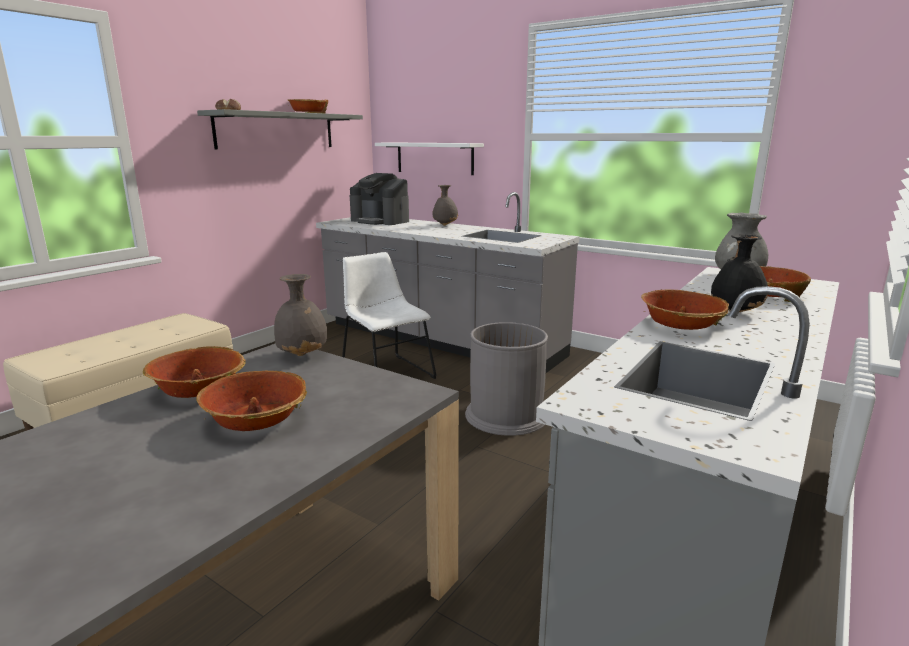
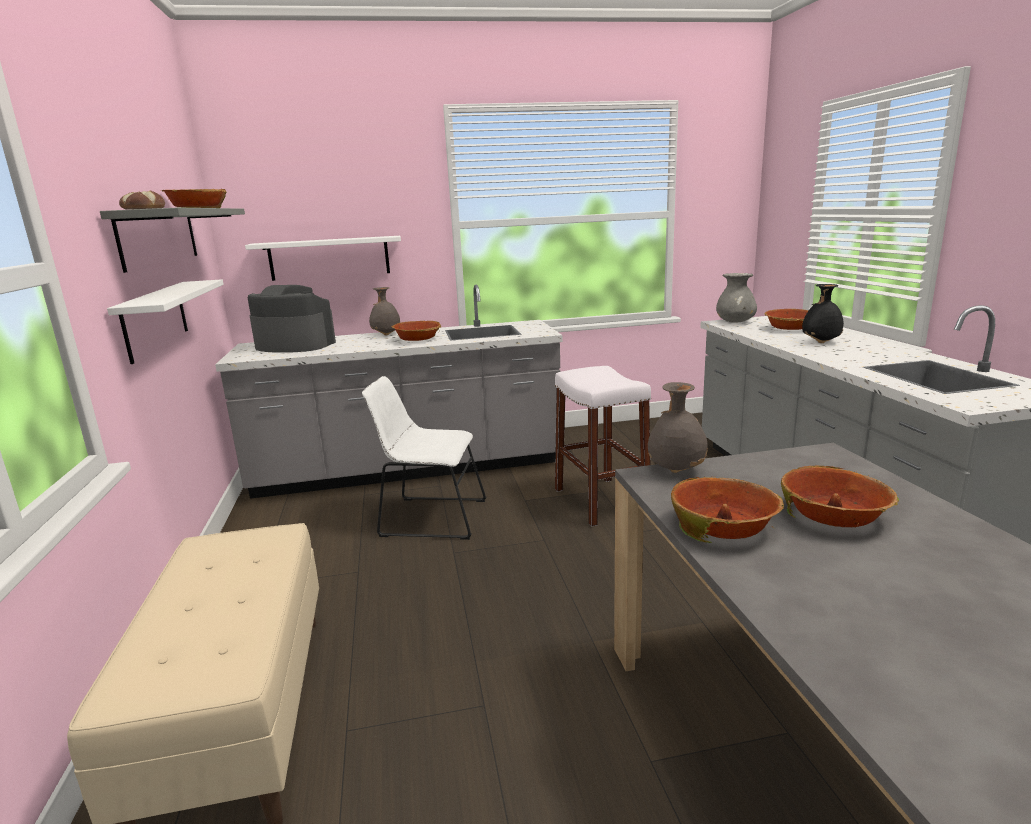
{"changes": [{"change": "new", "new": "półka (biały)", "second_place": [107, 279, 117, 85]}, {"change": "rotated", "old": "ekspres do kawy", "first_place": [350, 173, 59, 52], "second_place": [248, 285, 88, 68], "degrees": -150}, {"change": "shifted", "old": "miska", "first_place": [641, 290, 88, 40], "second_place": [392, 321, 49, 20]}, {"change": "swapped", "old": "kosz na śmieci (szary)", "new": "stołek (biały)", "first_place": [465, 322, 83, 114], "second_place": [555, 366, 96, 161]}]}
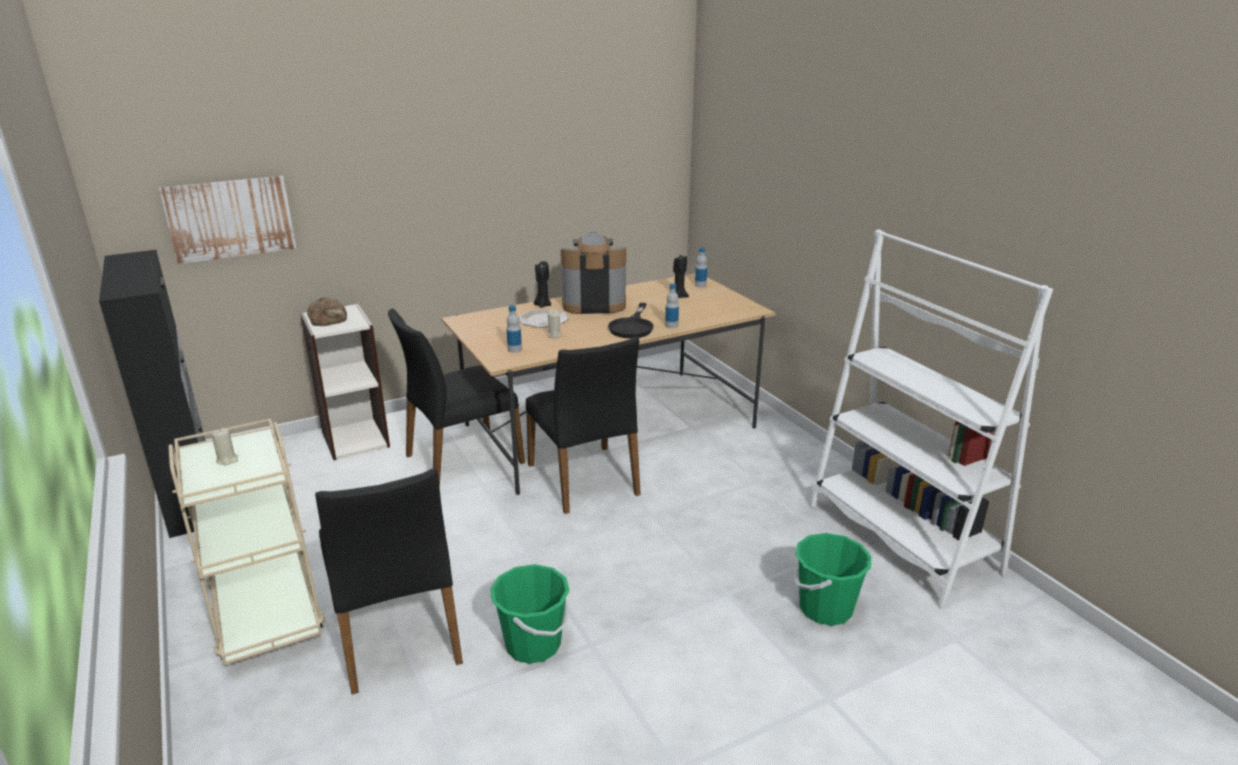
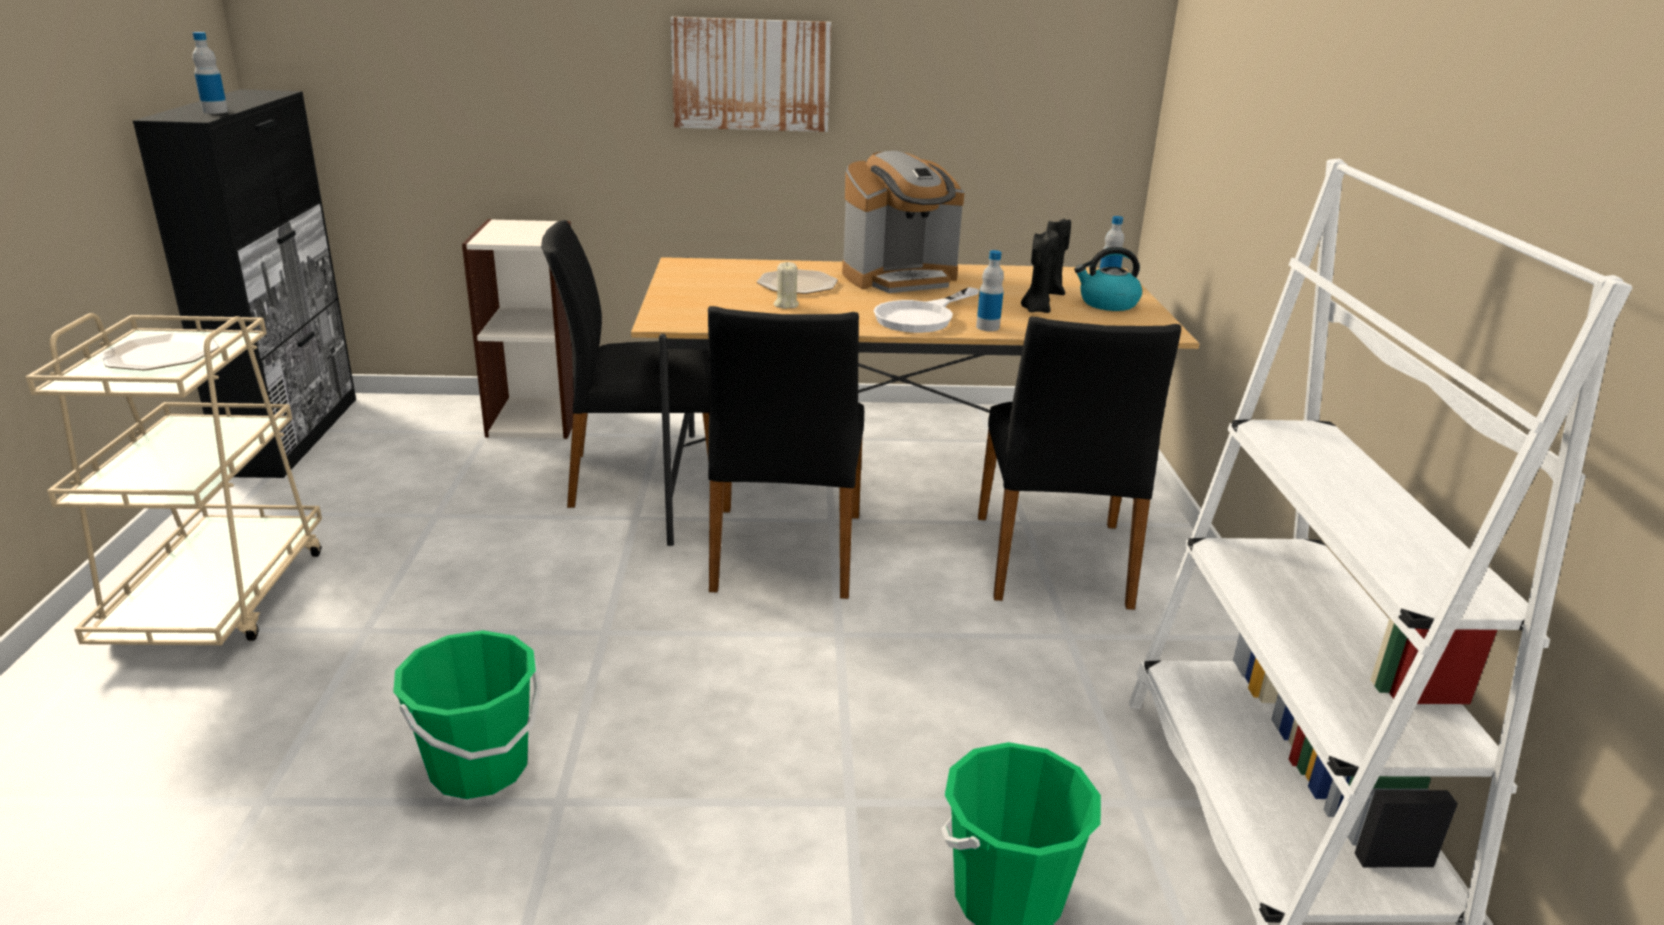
{"changes": [{"change": "swapped", "old": "świeca (beżowy)", "new": "talerz", "first_place": [211, 428, 27, 37], "second_place": [100, 333, 119, 37]}, {"change": "shifted", "old": "butelka", "first_place": [506, 305, 16, 48], "second_place": [192, 32, 36, 82]}, {"change": "shifted", "old": "obraz", "first_place": [159, 176, 137, 88], "second_place": [671, 17, 160, 115]}, {"change": "rotated", "old": "ekspres do kawy", "first_place": [560, 232, 66, 82], "second_place": [842, 151, 123, 142], "degrees": 135}, {"change": "repainted", "old": "patelnia (czarny)", "new": "patelnia (biały)", "first_place": [608, 303, 45, 35], "second_place": [873, 287, 106, 46]}, {"change": "shifted", "old": "krzesło (czarny)", "first_place": [315, 468, 148, 226], "second_place": [978, 317, 203, 293]}, {"change": "shifted", "old": "świeca (czarny)", "first_place": [534, 261, 17, 47], "second_place": [1021, 230, 38, 83]}, {"change": "new", "new": "czajnik", "second_place": [1074, 247, 68, 64]}, {"change": "gone", "old": "chleb", "first_place": [307, 297, 40, 29]}]}
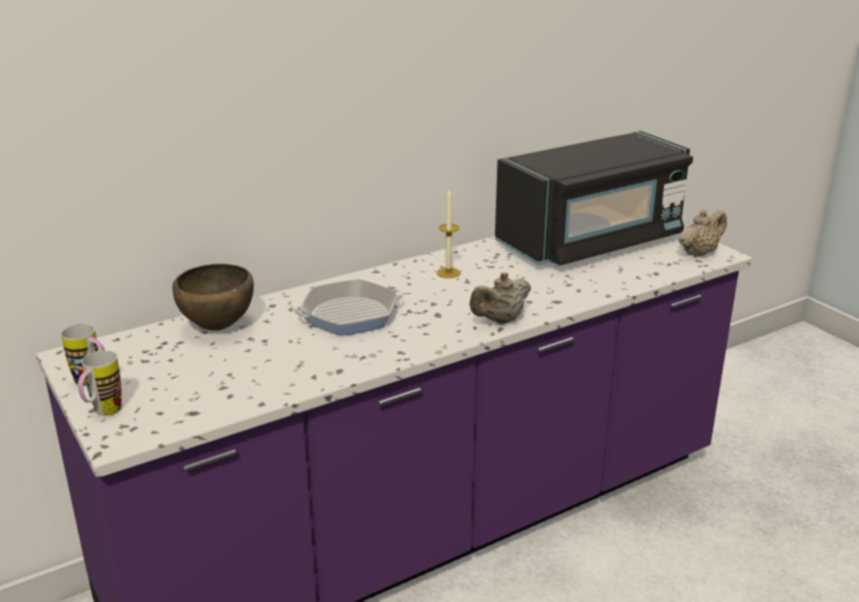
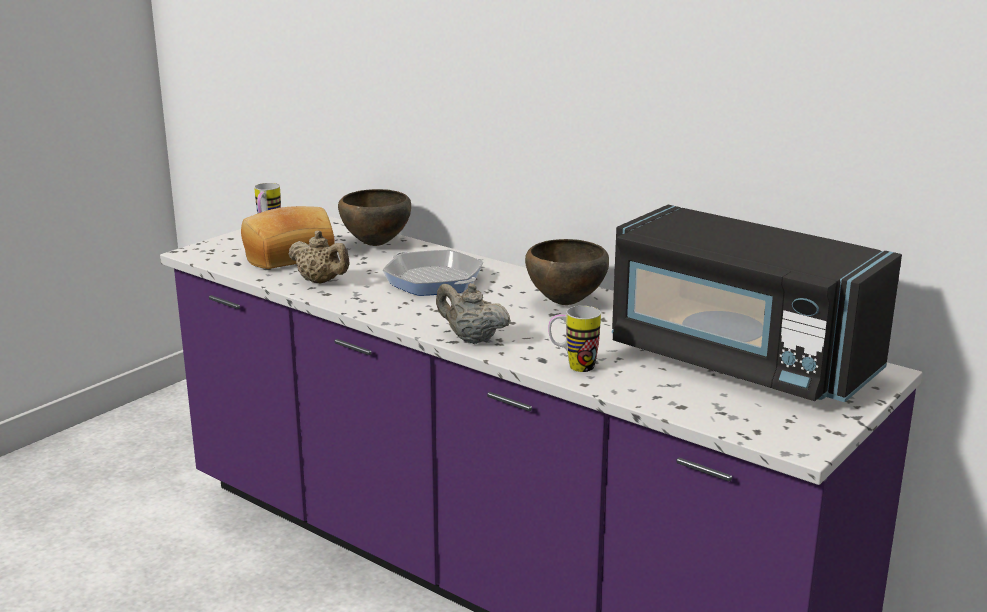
{"changes": [{"change": "new", "new": "chleb", "second_place": [241, 206, 94, 63]}, {"change": "shifted", "old": "imbryk (beżowy)", "first_place": [679, 210, 48, 47], "second_place": [289, 231, 61, 53]}, {"change": "swapped", "old": "świeca", "new": "miska (brązowy)", "first_place": [437, 188, 23, 90], "second_place": [525, 239, 84, 66]}, {"change": "shifted", "old": "kubek", "first_place": [78, 350, 44, 66], "second_place": [548, 306, 53, 66]}]}
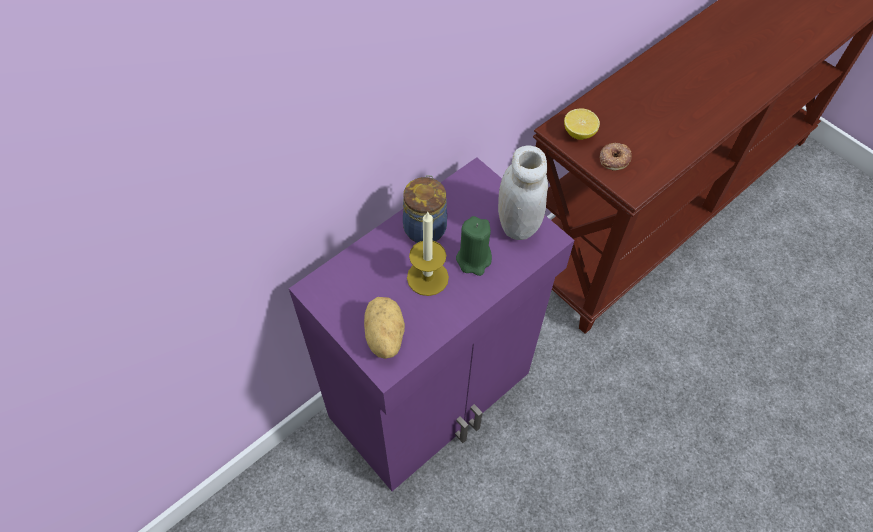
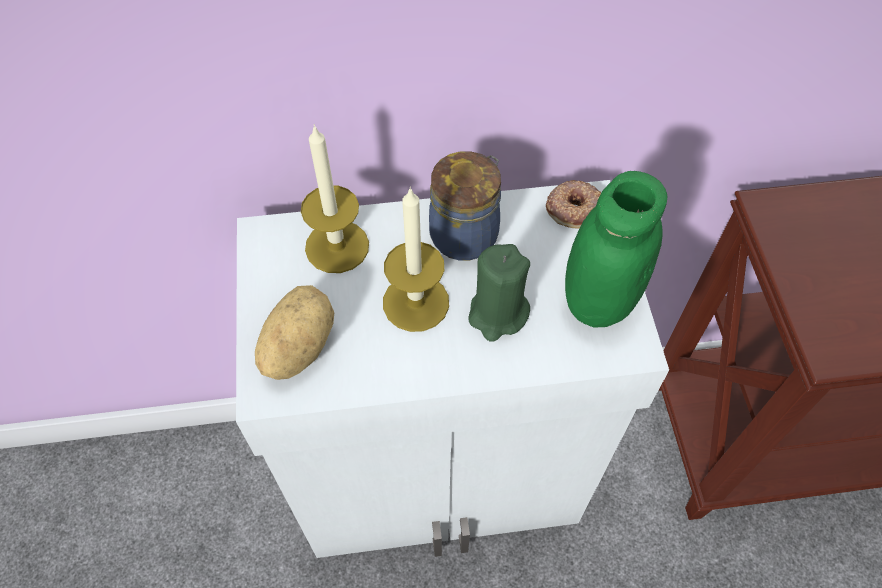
{"changes": [{"change": "repainted", "old": "szafka (fioletowy)", "new": "szafka (biały)", "first_place": [289, 157, 285, 334], "second_place": [236, 180, 433, 378]}, {"change": "new", "new": "świeca", "second_place": [301, 124, 68, 149]}, {"change": "shifted", "old": "donut", "first_place": [600, 143, 32, 28], "second_place": [546, 180, 55, 48]}, {"change": "repainted", "old": "słoik (biały)", "new": "słoik (zielony)", "first_place": [498, 145, 50, 95], "second_place": [565, 171, 102, 156]}, {"change": "gone", "old": "cytryna", "first_place": [564, 108, 36, 32]}]}
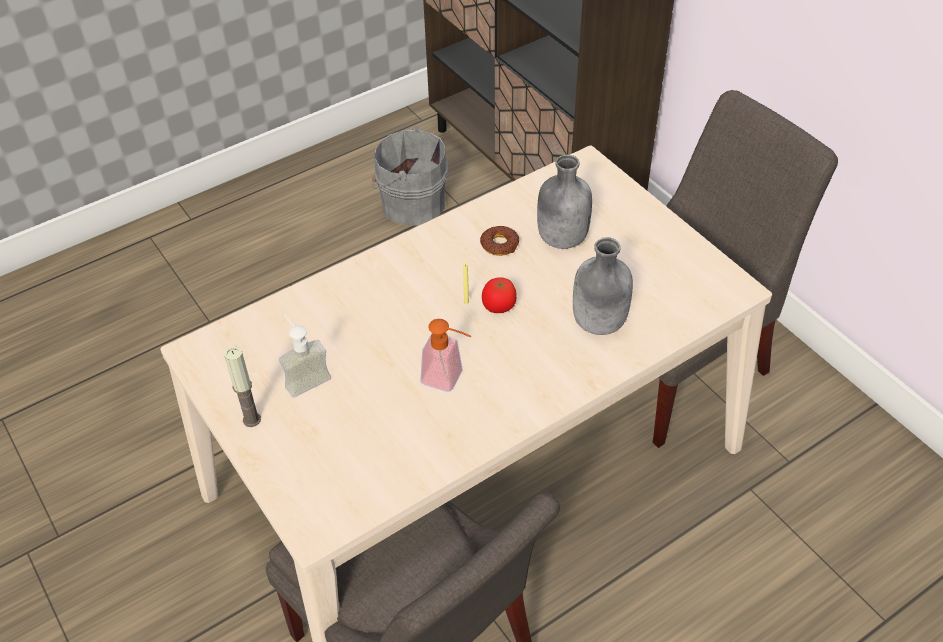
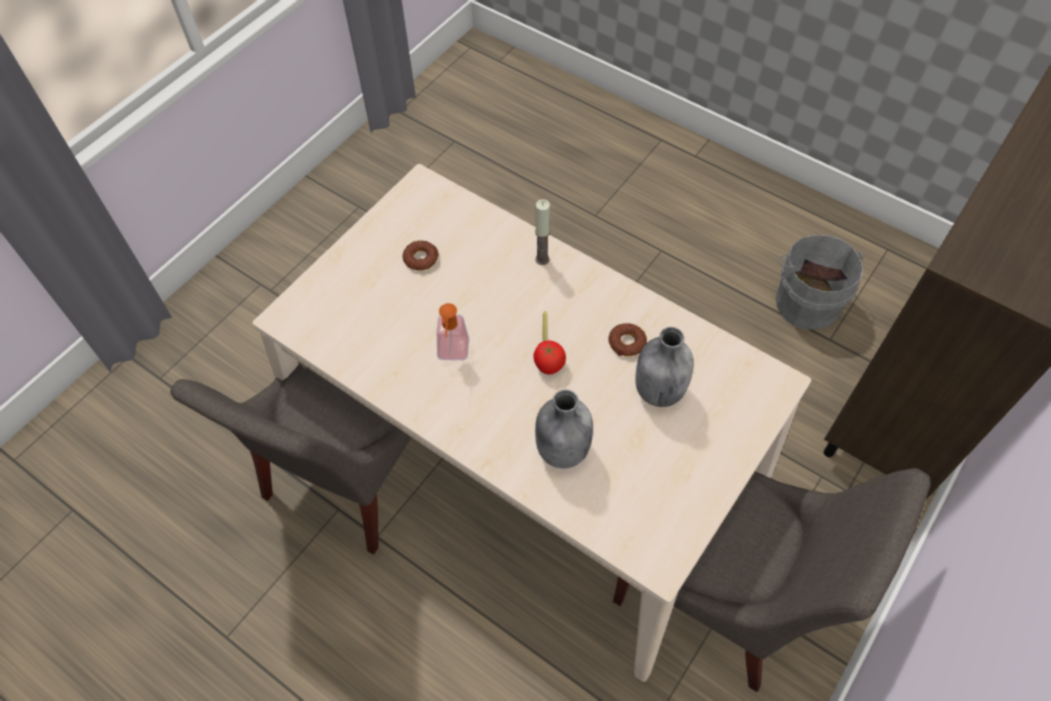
{"changes": [{"change": "swapped", "old": "dozownik mydła", "new": "donut", "first_place": [279, 314, 52, 84], "second_place": [403, 241, 36, 30]}, {"change": "shifted", "old": "świeca", "first_place": [224, 346, 37, 81], "second_place": [535, 199, 15, 66]}]}
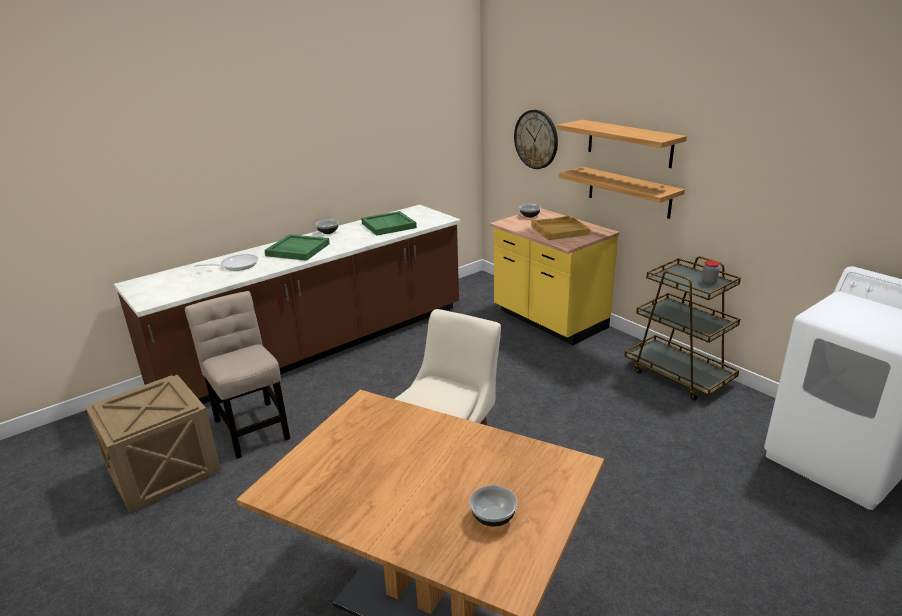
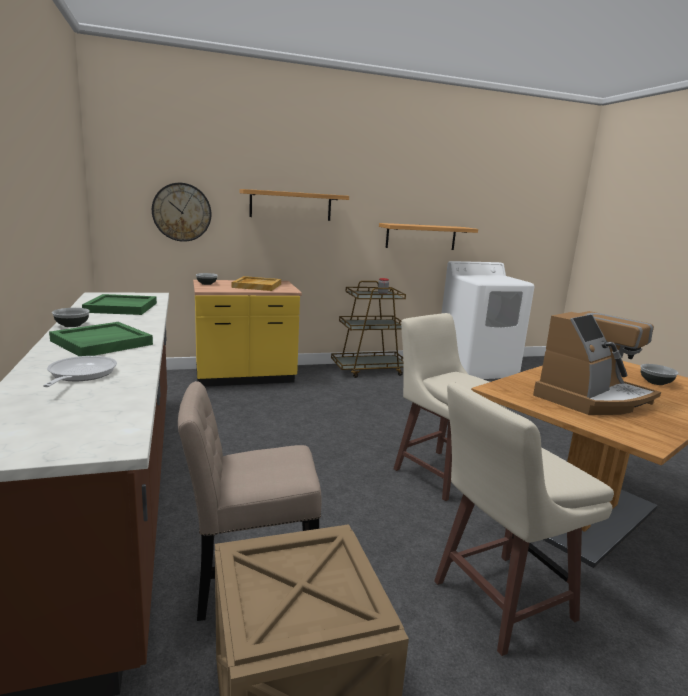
{"changes": [{"change": "shifted", "old": "półka", "first_place": [559, 167, 126, 52], "second_place": [379, 223, 99, 27]}, {"change": "new", "new": "stołek (beżowy)", "second_place": [434, 382, 180, 274]}, {"change": "new", "new": "ekspres do kawy", "second_place": [533, 311, 128, 104]}]}
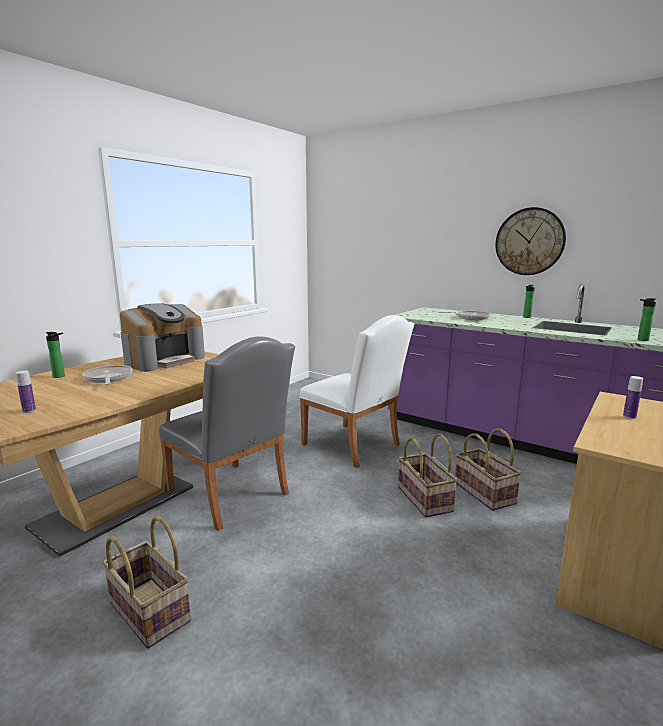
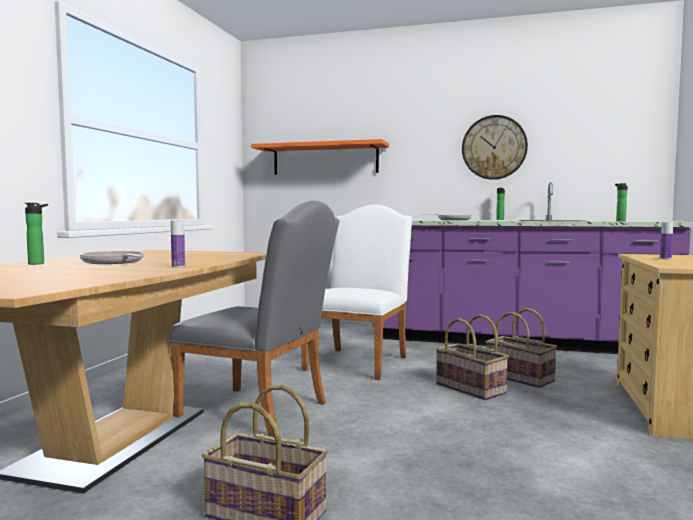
{"changes": [{"change": "shifted", "old": "butelka", "first_place": [16, 371, 20, 42], "second_place": [171, 220, 14, 48]}, {"change": "new", "new": "półka (pomarańczowy)", "second_place": [251, 139, 138, 36]}, {"change": "rotated", "old": "krzesło (biały)", "first_place": [300, 315, 114, 153], "second_place": [301, 204, 111, 176], "degrees": -90}, {"change": "gone", "old": "ekspres do kawy", "first_place": [120, 303, 85, 69]}]}
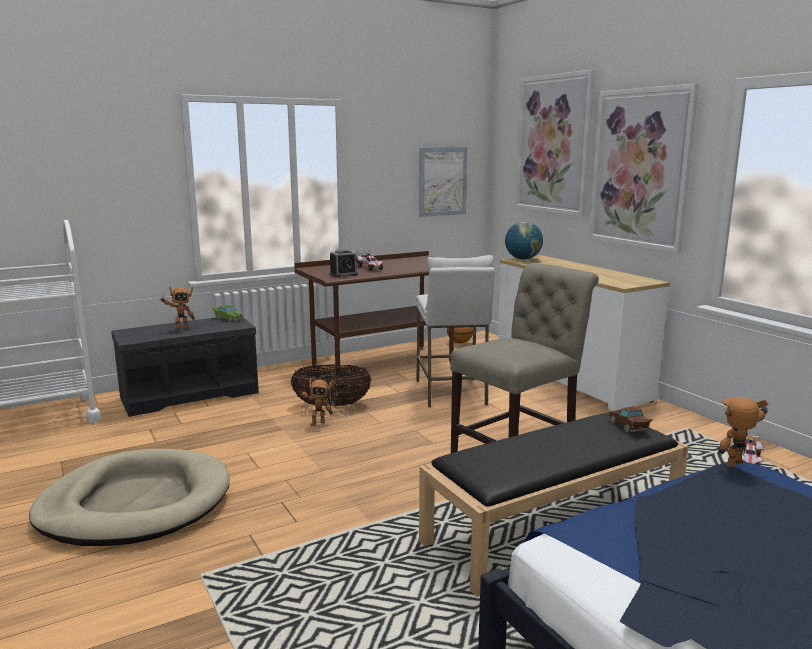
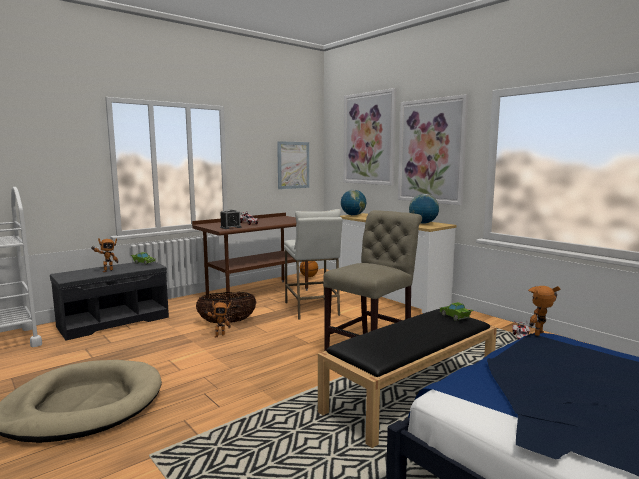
{"changes": [{"change": "new", "new": "globus", "second_place": [409, 194, 30, 30]}, {"change": "repainted", "old": "samochodzik (brązowy)", "new": "samochodzik (zielony)", "first_place": [608, 406, 45, 27], "second_place": [440, 302, 33, 19]}]}
